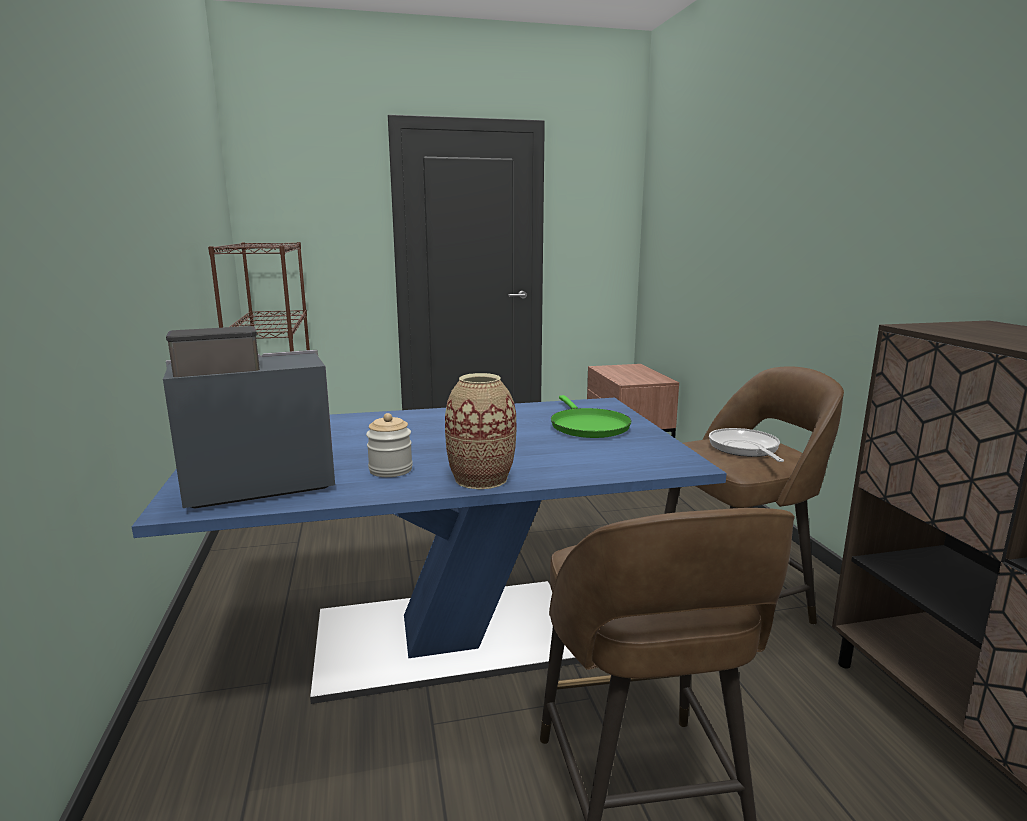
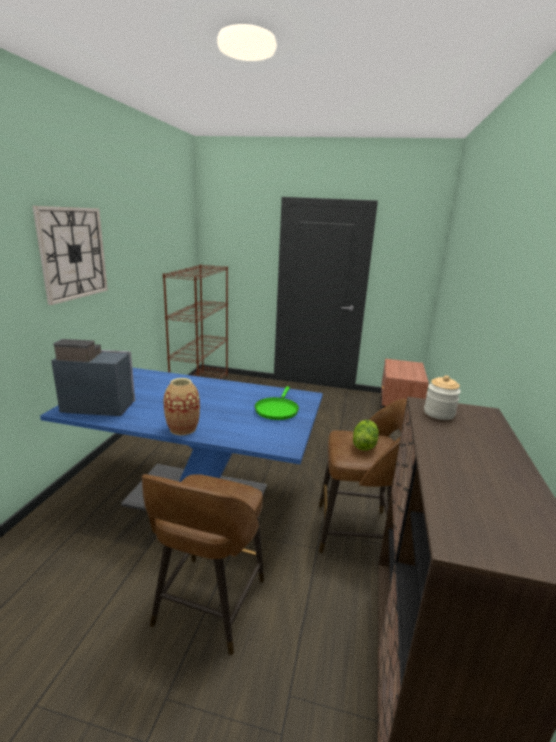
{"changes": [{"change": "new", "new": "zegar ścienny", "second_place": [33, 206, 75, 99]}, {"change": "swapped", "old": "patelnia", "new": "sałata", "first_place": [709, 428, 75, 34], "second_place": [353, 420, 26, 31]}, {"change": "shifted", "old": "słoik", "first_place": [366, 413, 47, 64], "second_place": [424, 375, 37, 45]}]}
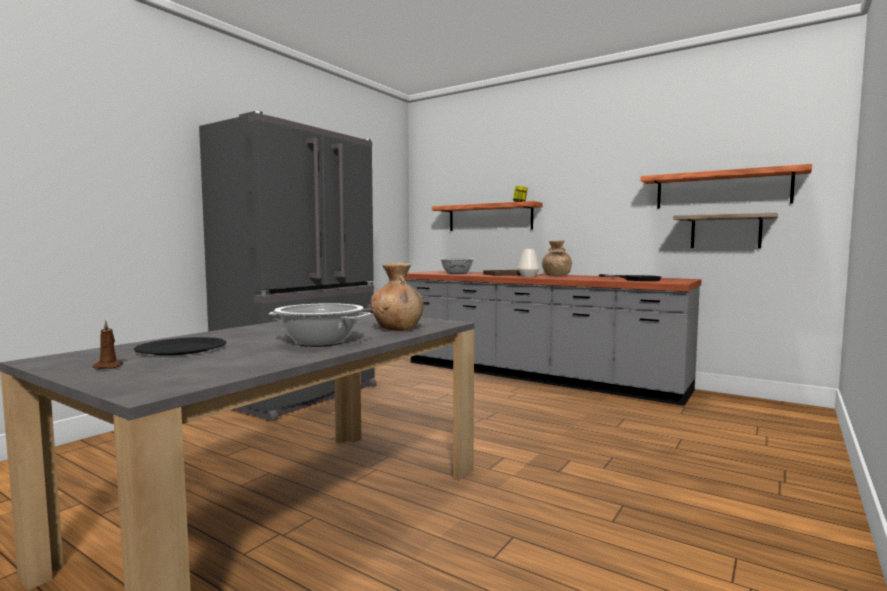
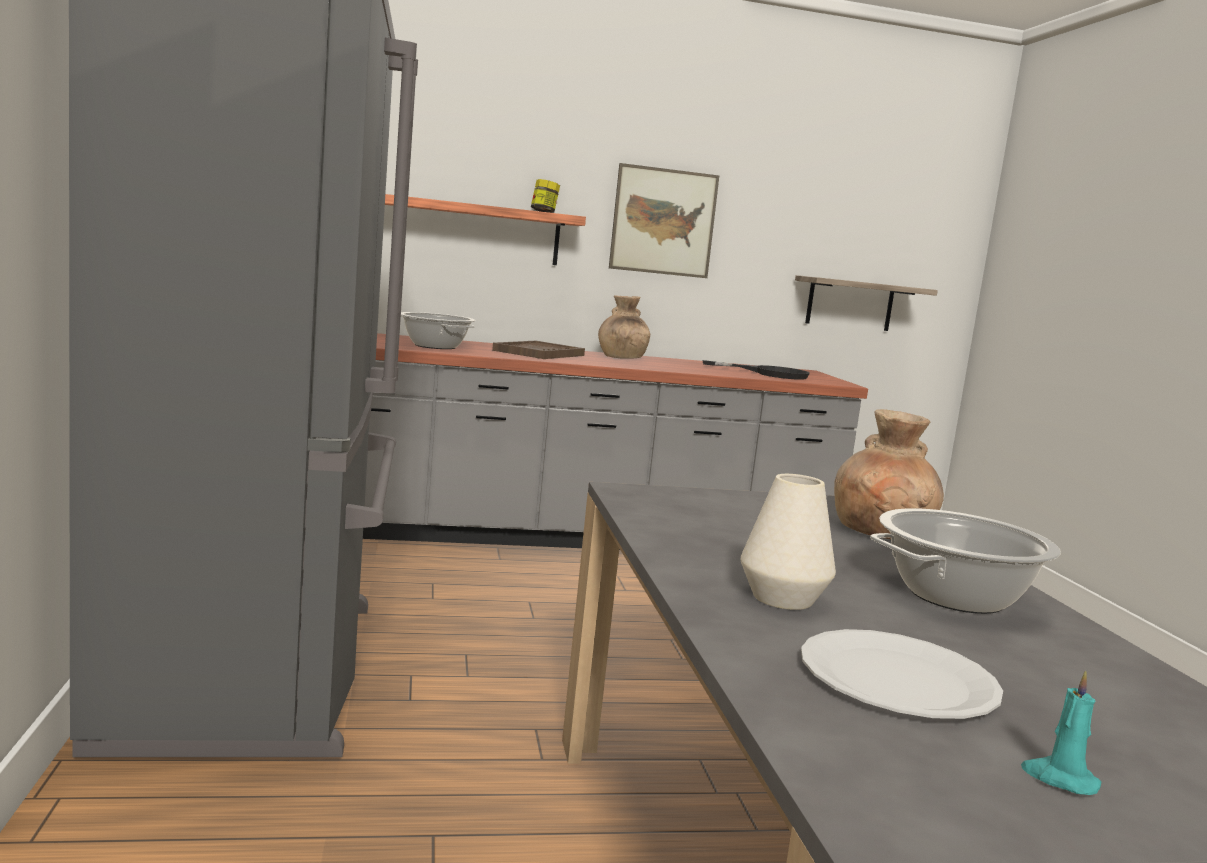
{"changes": [{"change": "new", "new": "obraz", "second_place": [609, 163, 110, 115]}, {"change": "shifted", "old": "wazon (biały)", "first_place": [518, 249, 22, 28], "second_place": [741, 474, 95, 136]}, {"change": "repainted", "old": "talerz (czarny)", "new": "talerz (biały)", "first_place": [134, 337, 92, 18], "second_place": [801, 629, 202, 90]}, {"change": "repainted", "old": "świeca (brązowy)", "new": "świeca (turkusowy)", "first_place": [93, 320, 30, 49], "second_place": [1021, 670, 80, 125]}, {"change": "gone", "old": "półka", "first_place": [641, 164, 171, 45]}]}
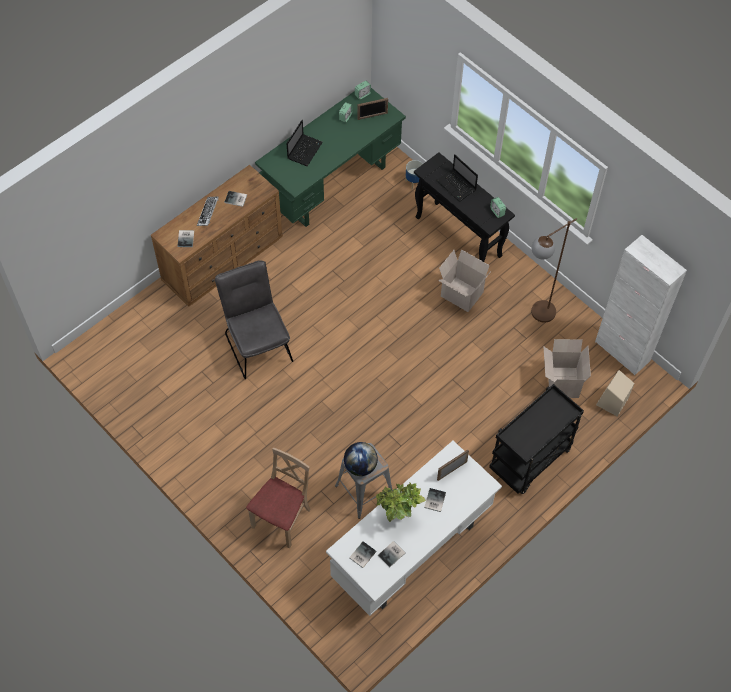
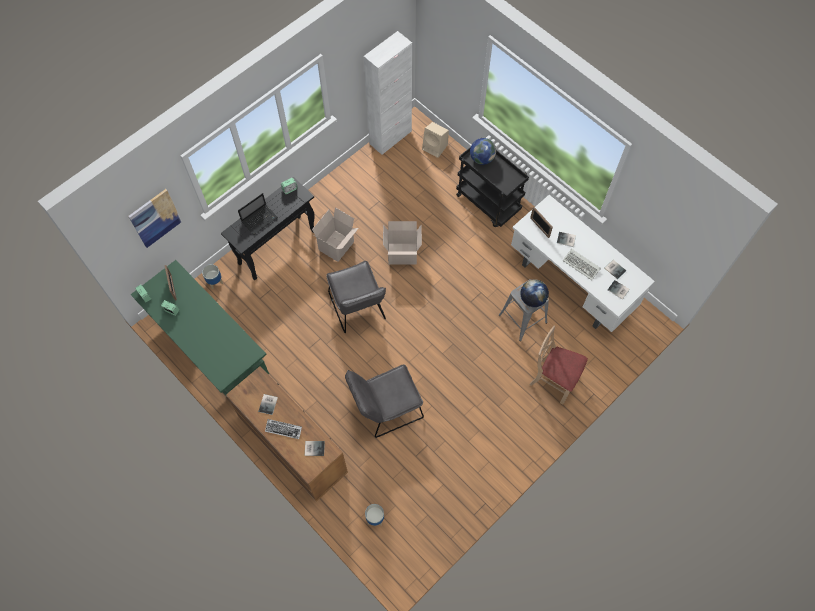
{"changes": [{"change": "new", "new": "obraz", "second_place": [128, 189, 54, 59]}, {"change": "new", "new": "krzesło (szary)", "second_place": [326, 261, 60, 72]}, {"change": "new", "new": "donica", "second_place": [365, 504, 19, 22]}, {"change": "shifted", "old": "karton", "first_place": [543, 339, 48, 59], "second_place": [383, 221, 39, 44]}, {"change": "new", "new": "globus", "second_place": [470, 138, 26, 27]}, {"change": "swapped", "old": "roślina doniczkowa", "new": "klawiatura", "first_place": [376, 483, 50, 39], "second_place": [563, 249, 38, 31]}, {"change": "gone", "old": "laptop", "first_place": [287, 120, 36, 46]}, {"change": "gone", "old": "lampa stojąca (brązowy)", "first_place": [531, 218, 46, 105]}]}
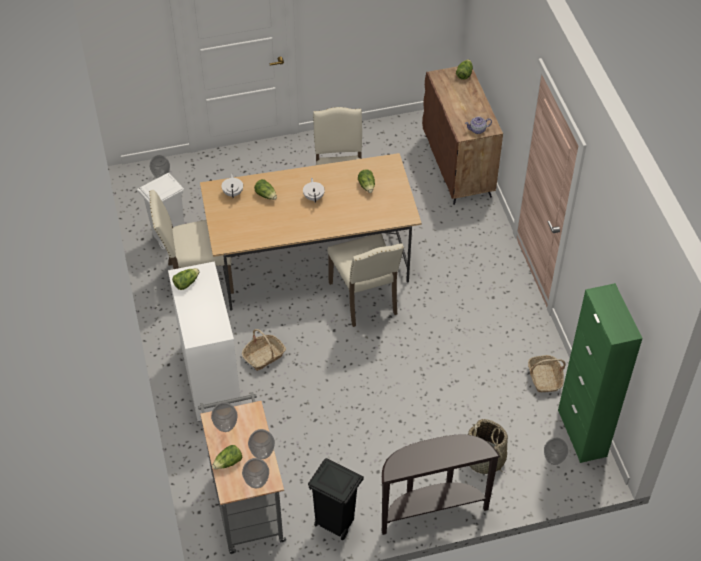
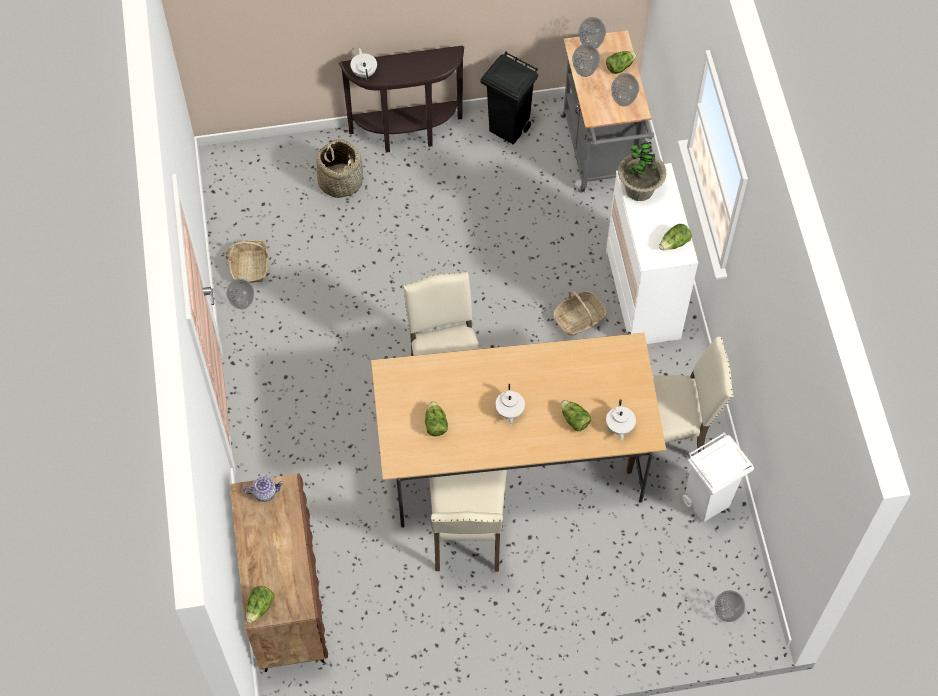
{"changes": [{"change": "shifted", "old": "wazon", "first_place": [544, 438, 24, 27], "second_place": [226, 279, 28, 30]}, {"change": "new", "new": "imbryk (biały)", "second_place": [350, 48, 27, 32]}, {"change": "new", "new": "roślina doniczkowa", "second_place": [618, 140, 49, 61]}, {"change": "gone", "old": "szafka (zielony)", "first_place": [558, 283, 84, 180]}]}
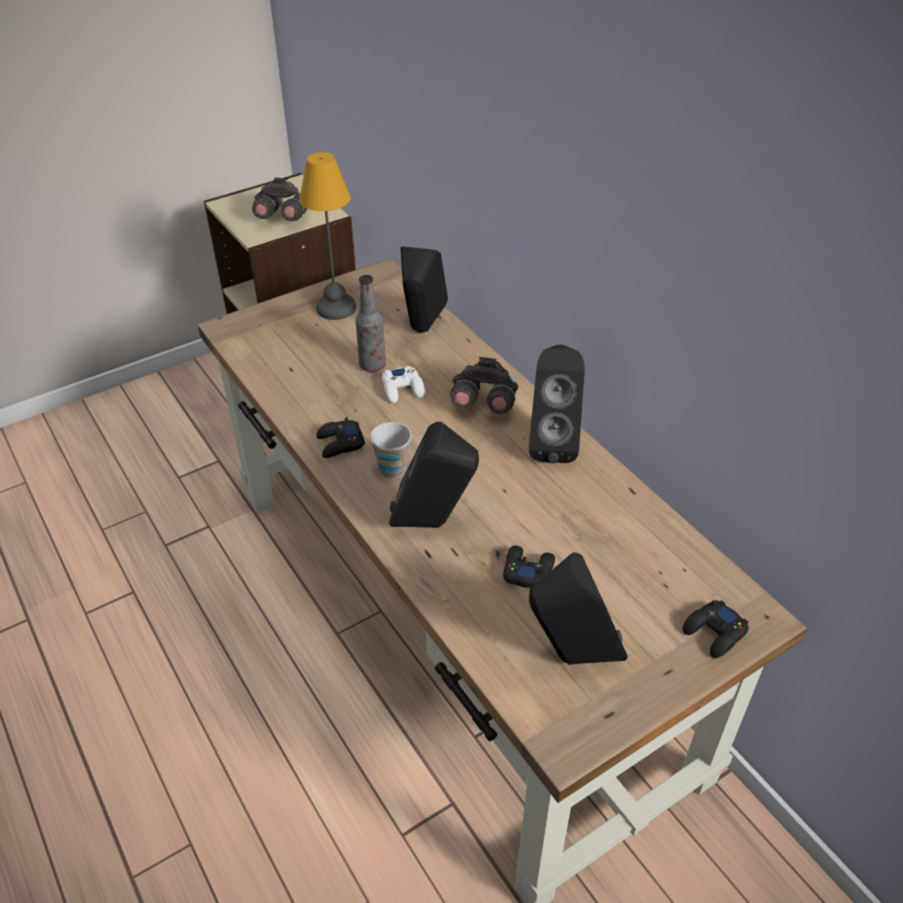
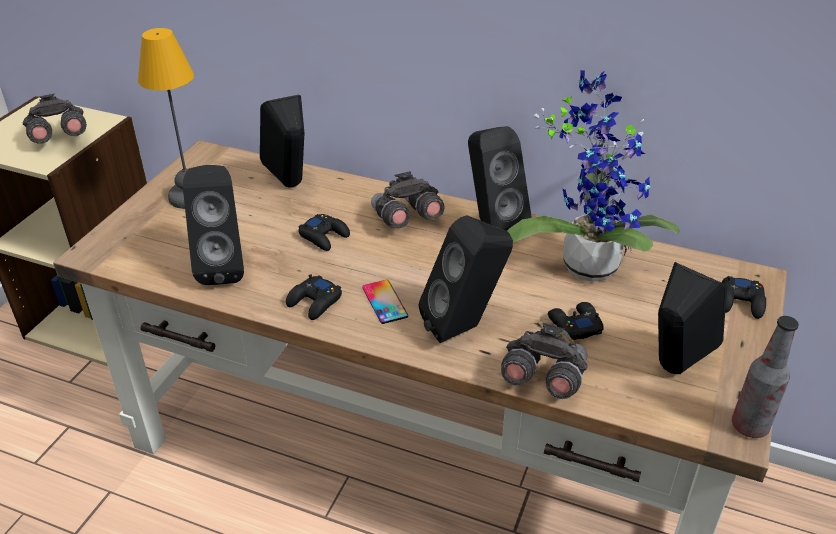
{"changes": [{"change": "new", "new": "głośnik (czarny)", "second_place": [183, 165, 61, 120]}, {"change": "repainted", "old": "pad do gier (biały)", "new": "pad do gier (czarny)", "first_place": [382, 366, 43, 37], "second_place": [298, 214, 52, 37]}, {"change": "swapped", "old": "filiżanka", "new": "telefon", "first_place": [370, 422, 42, 57], "second_place": [362, 280, 46, 44]}, {"change": "new", "new": "lornetka (szary)", "second_place": [501, 323, 87, 76]}, {"change": "new", "new": "roślina doniczkowa", "second_place": [507, 70, 173, 212]}, {"change": "shifted", "old": "butelka", "first_place": [355, 275, 31, 97], "second_place": [732, 316, 67, 122]}]}
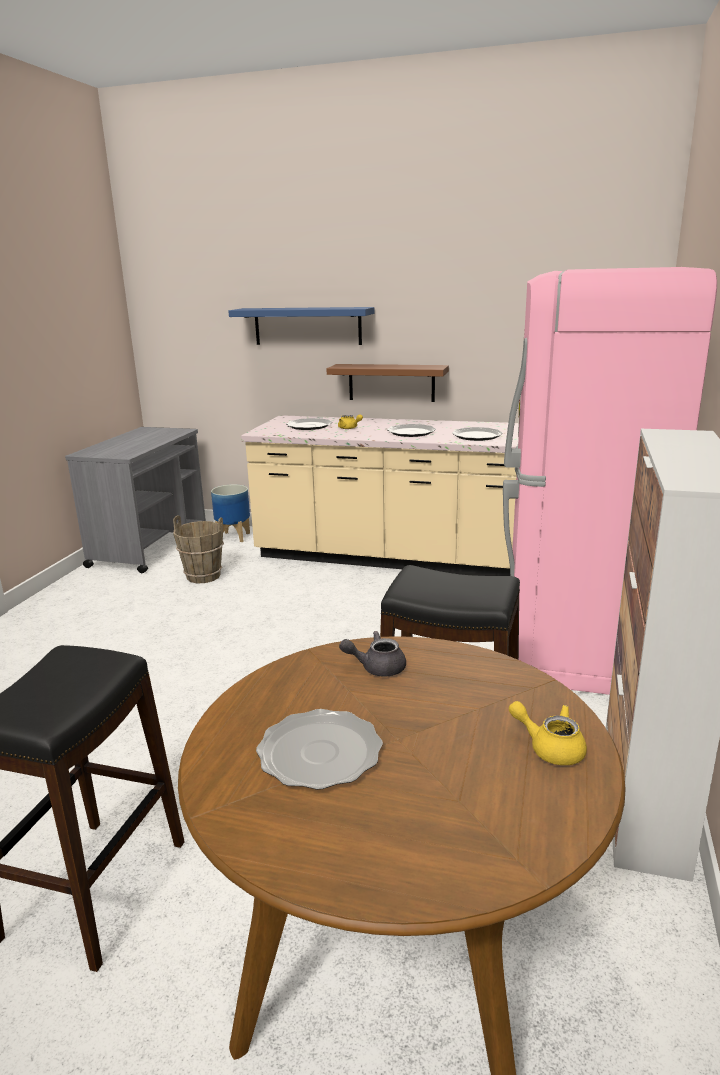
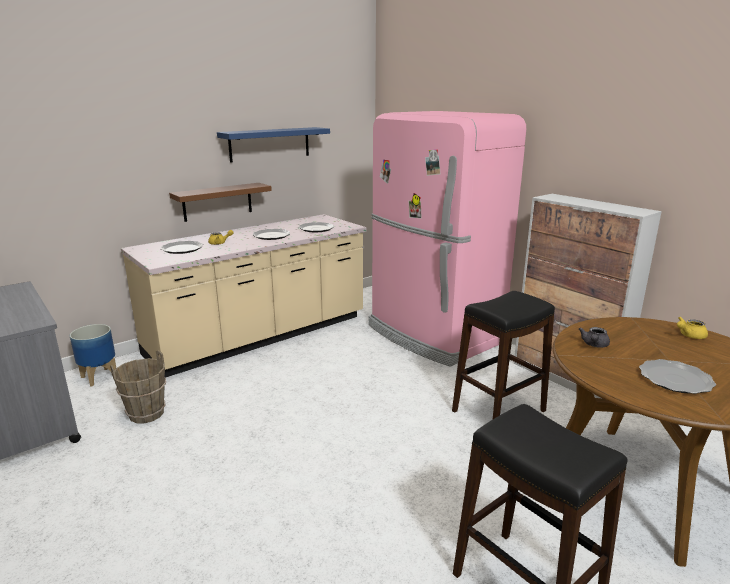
{"changes": [{"change": "shifted", "old": "półka (niebieski)", "first_place": [228, 307, 146, 38], "second_place": [217, 127, 113, 36]}]}
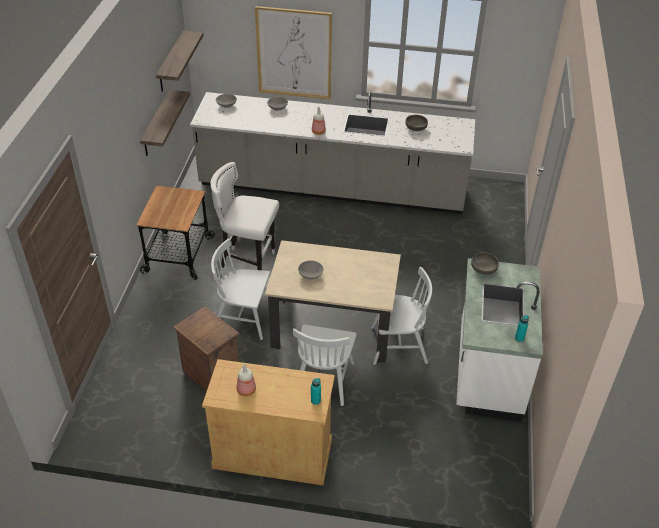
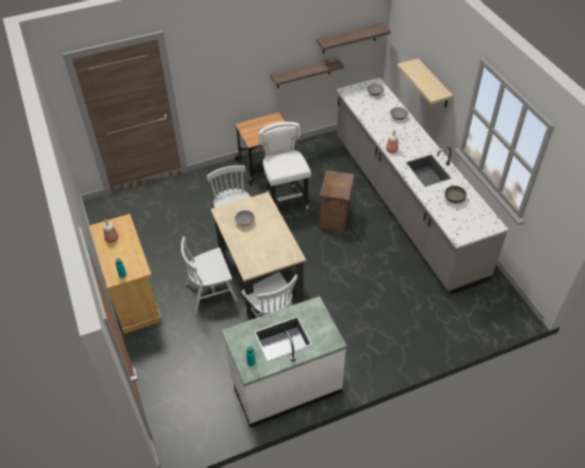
{"changes": [{"change": "shifted", "old": "skrzynka", "first_place": [173, 307, 66, 85], "second_place": [320, 170, 34, 63]}, {"change": "swapped", "old": "obraz", "new": "półka (beżowy)", "first_place": [255, 6, 77, 93], "second_place": [397, 58, 56, 50]}, {"change": "gone", "old": "miska (szary)", "first_place": [471, 252, 28, 23]}]}
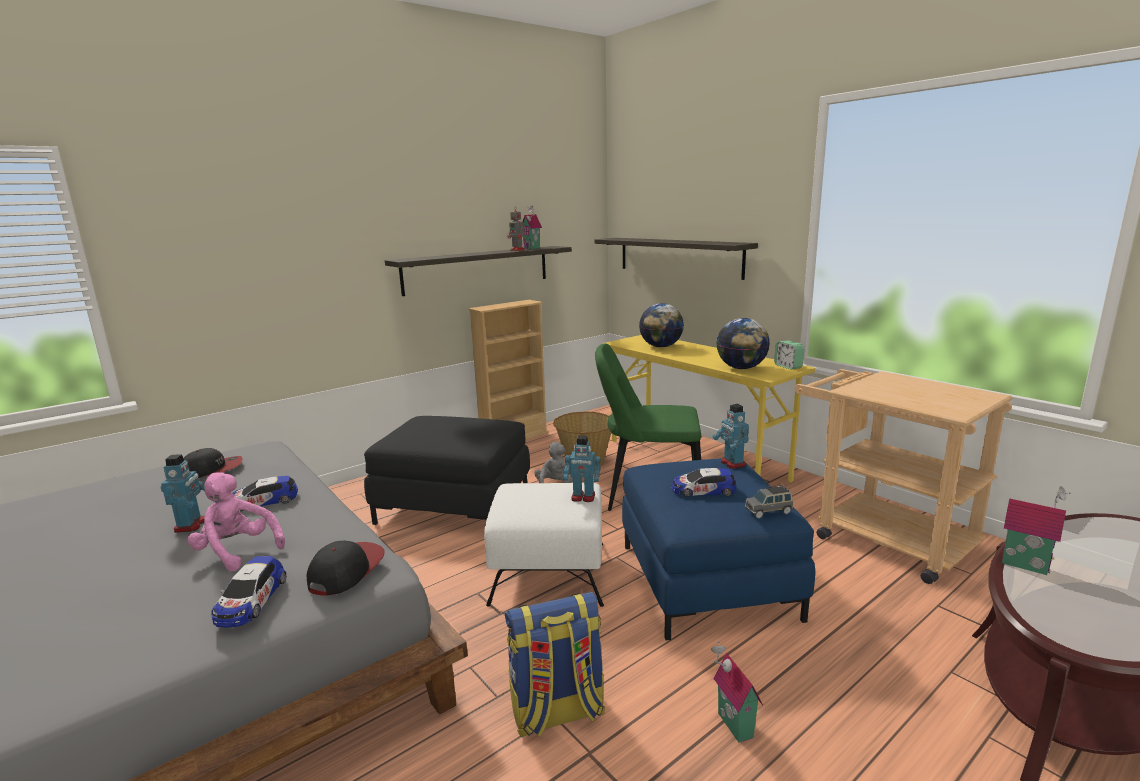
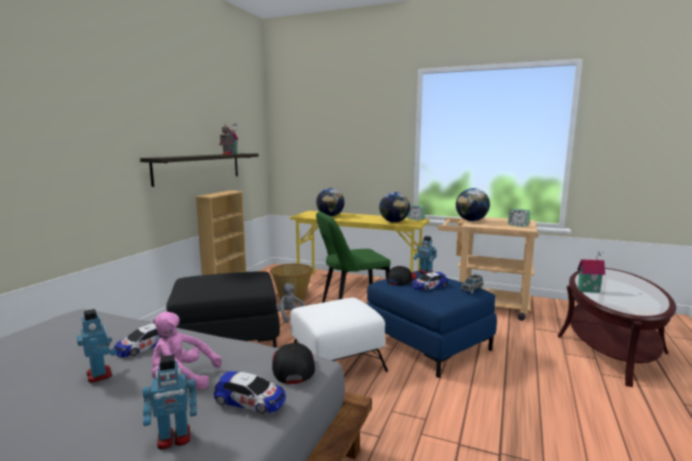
{"changes": [{"change": "shifted", "old": "robot zabawkowy", "first_place": [563, 435, 38, 67], "second_place": [143, 355, 54, 95]}, {"change": "rotated", "old": "samochodzik", "first_place": [212, 556, 74, 72], "second_place": [214, 371, 72, 43], "degrees": -45}, {"change": "shifted", "old": "czapka z daszkiem", "first_place": [183, 448, 60, 30], "second_place": [387, 266, 30, 19]}, {"change": "new", "new": "globus", "second_place": [456, 188, 34, 33]}, {"change": "new", "new": "budzik", "second_place": [508, 208, 22, 19]}, {"change": "gone", "old": "plecak", "first_place": [505, 592, 100, 145]}, {"change": "gone", "old": "półka", "first_place": [595, 238, 163, 42]}, {"change": "gone", "old": "domek", "first_place": [711, 641, 52, 102]}]}
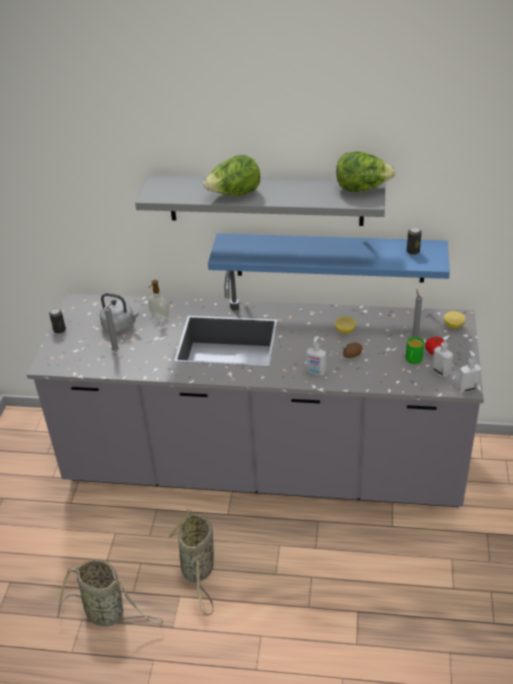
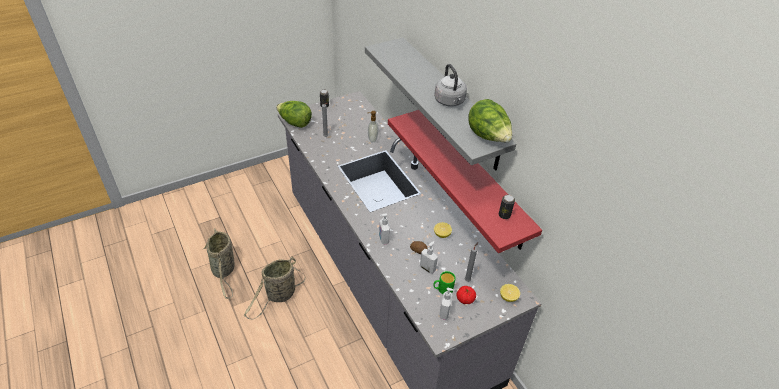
{"changes": [{"change": "shifted", "old": "sałata", "first_place": [203, 155, 57, 41], "second_place": [276, 101, 36, 27]}, {"change": "repainted", "old": "półka (niebieski)", "new": "półka (czerwony)", "first_place": [208, 233, 242, 50], "second_place": [388, 110, 154, 143]}, {"change": "shifted", "old": "dozownik mydła", "first_place": [458, 350, 23, 42], "second_place": [420, 241, 18, 33]}, {"change": "shifted", "old": "czajnik (szary)", "first_place": [100, 293, 39, 40], "second_place": [434, 64, 33, 43]}]}
